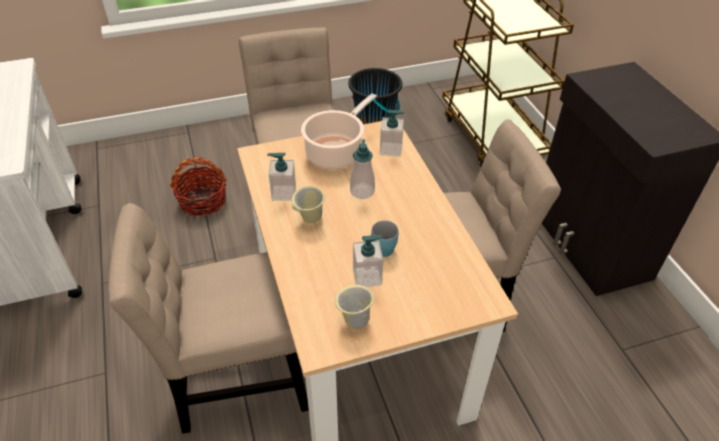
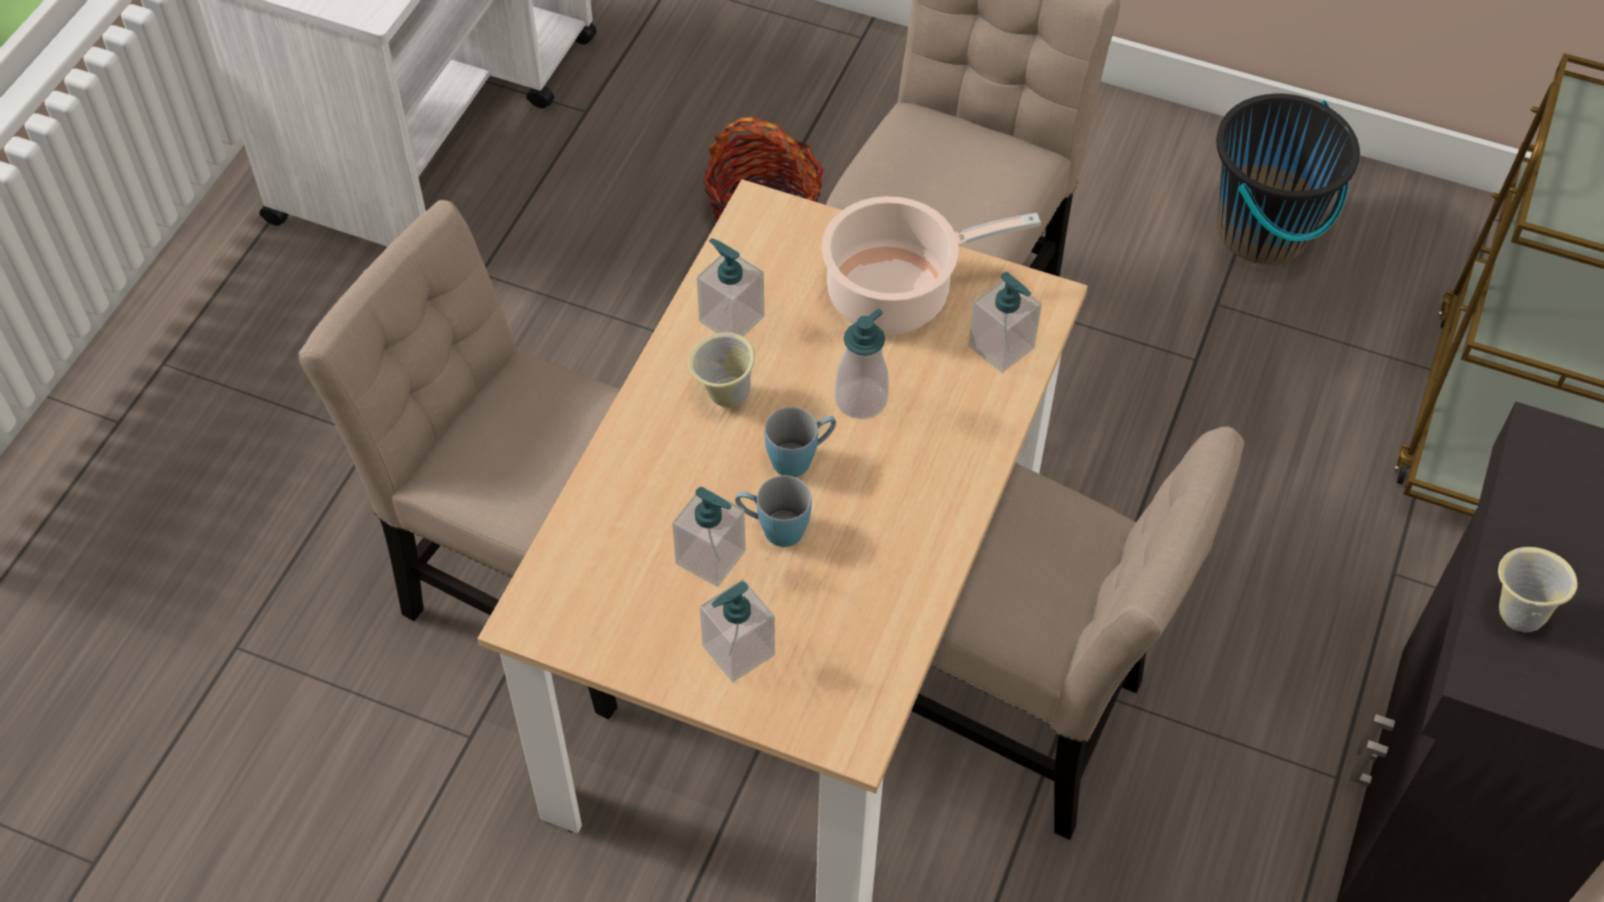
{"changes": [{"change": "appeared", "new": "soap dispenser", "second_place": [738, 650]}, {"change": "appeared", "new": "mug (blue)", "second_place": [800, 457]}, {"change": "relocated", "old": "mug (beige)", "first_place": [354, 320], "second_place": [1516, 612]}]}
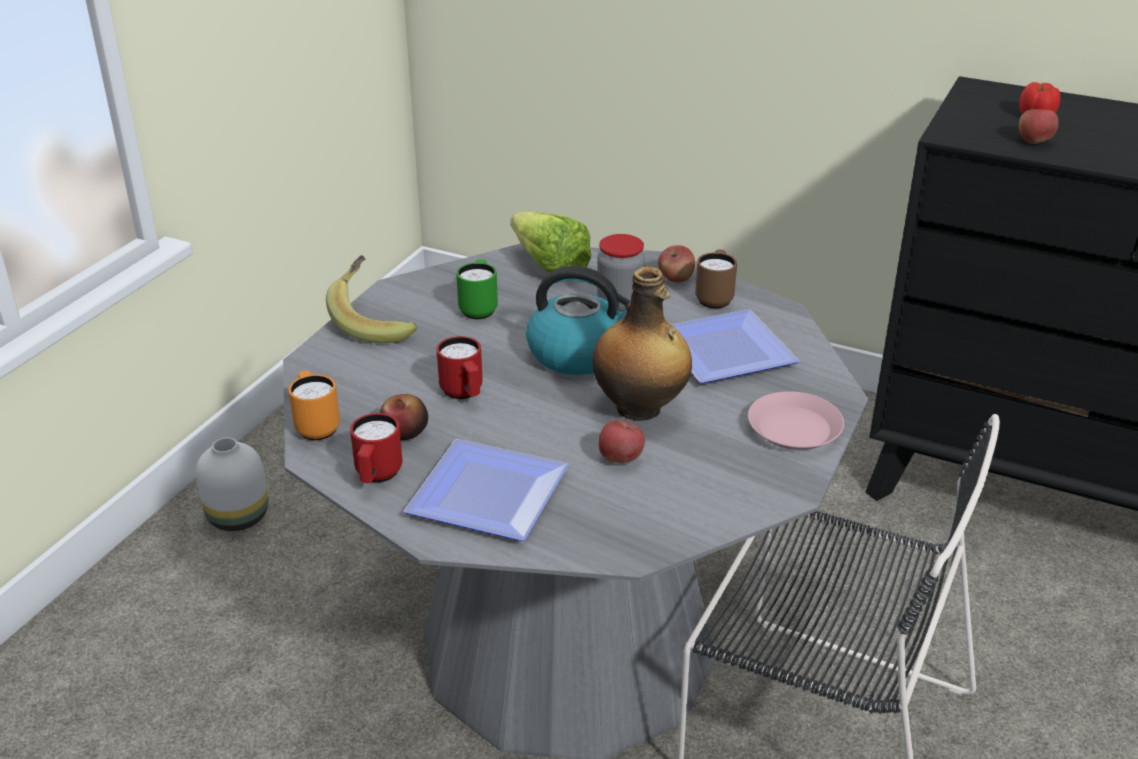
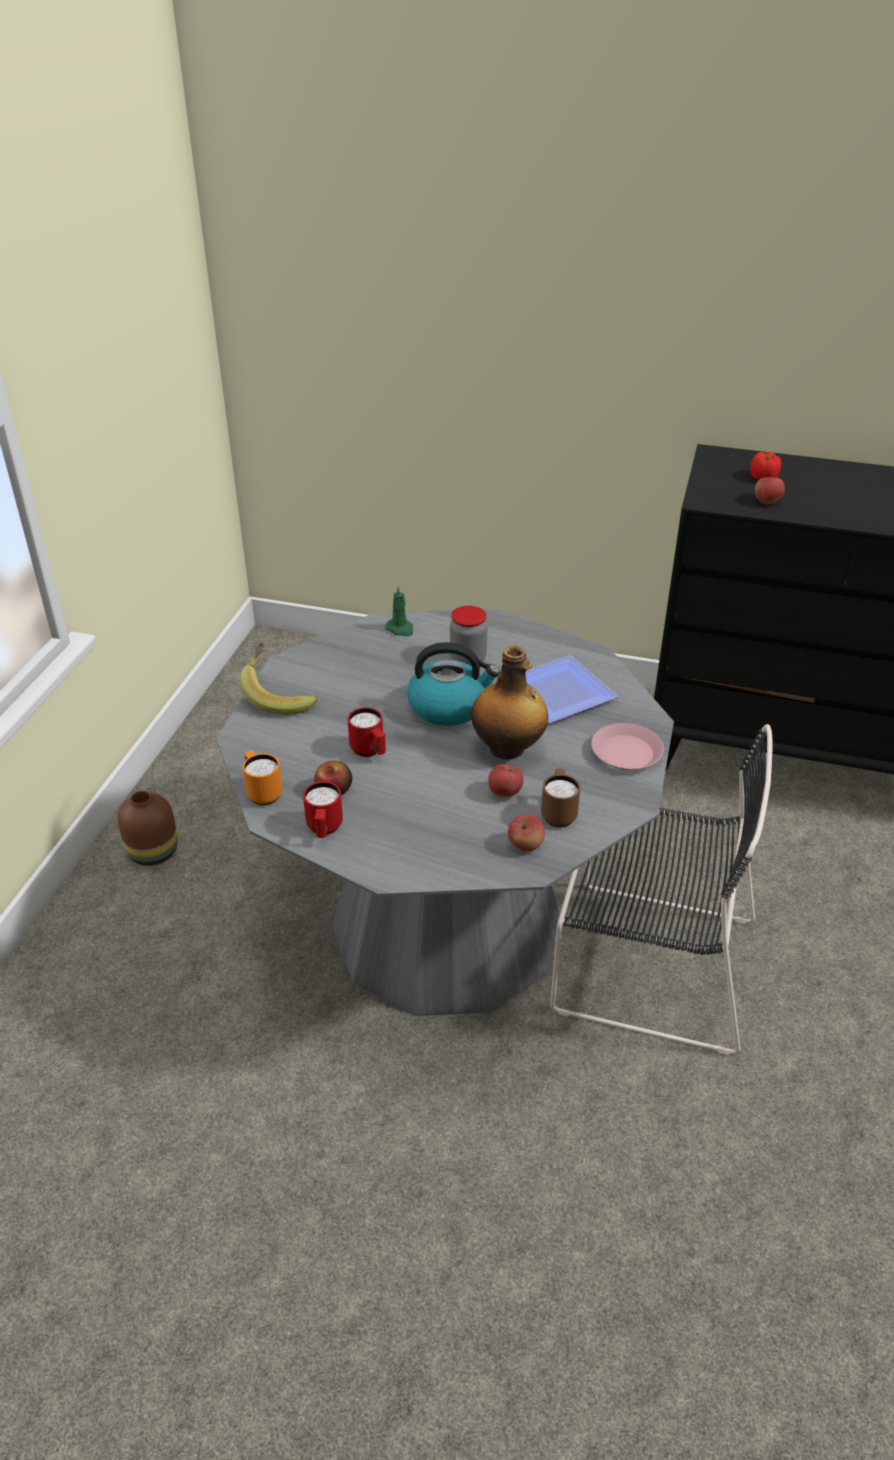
{"changes": [{"change": "missing", "old": "plate", "first_place": [494, 493]}, {"change": "missing", "old": "mug (green)", "first_place": [479, 308]}, {"change": "relocated", "old": "apple", "first_place": [676, 279], "second_place": [525, 845]}, {"change": "relocated", "old": "mug (brown)", "first_place": [715, 298], "second_place": [558, 813]}, {"change": "exchanged", "old": "lettuce", "new": "candle (green)", "first_place": [546, 263], "second_place": [400, 629]}, {"change": "colour", "old": "vase (white)", "new": "vase (brown)", "first_place": [239, 516], "second_place": [154, 851]}]}
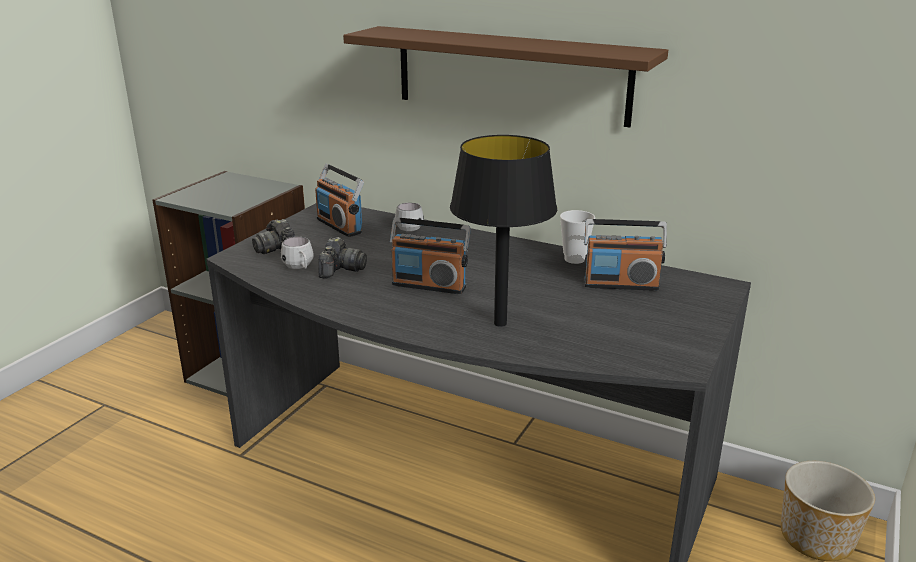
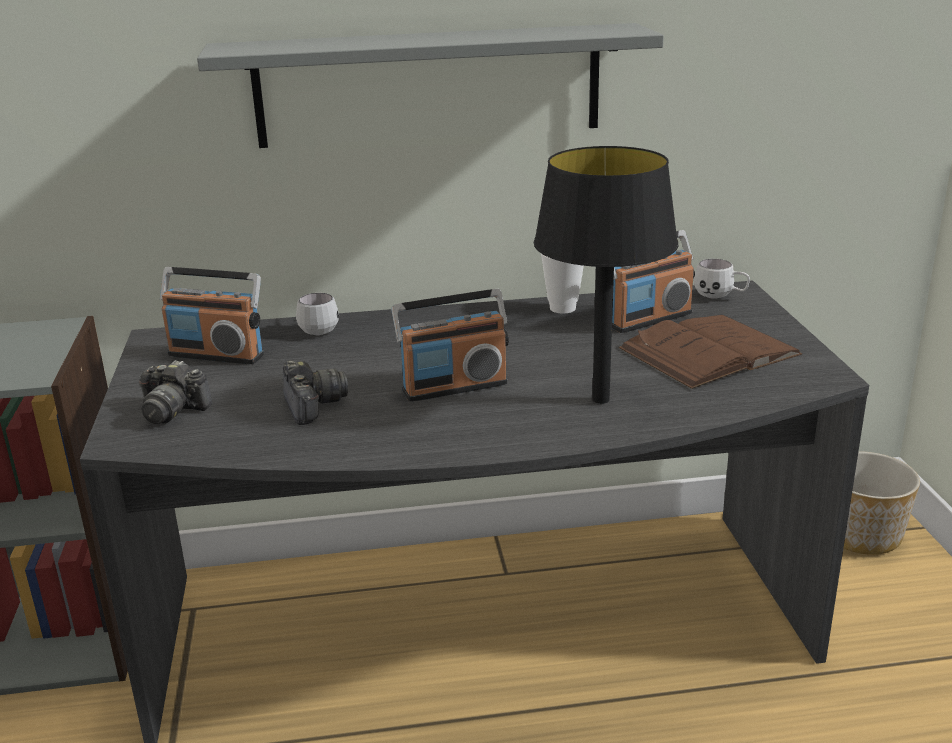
{"changes": [{"change": "appeared", "new": "book (brown)", "second_place": [709, 351]}, {"change": "relocated", "old": "mug (white)", "first_place": [300, 268], "second_place": [720, 296]}, {"change": "colour", "old": "shelf (brown)", "new": "shelf (grey)", "first_place": [510, 75], "second_place": [429, 86]}]}
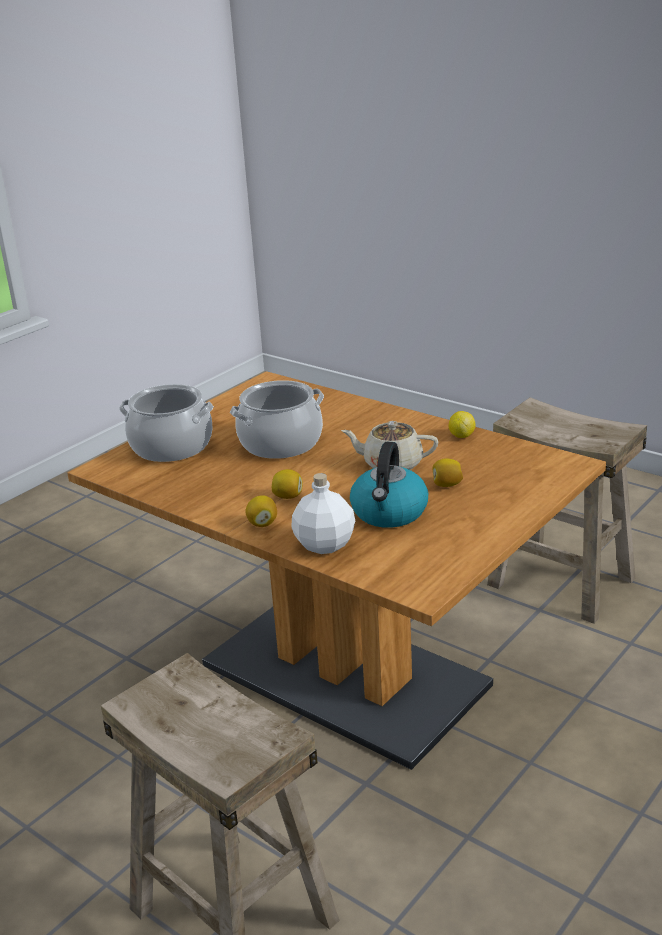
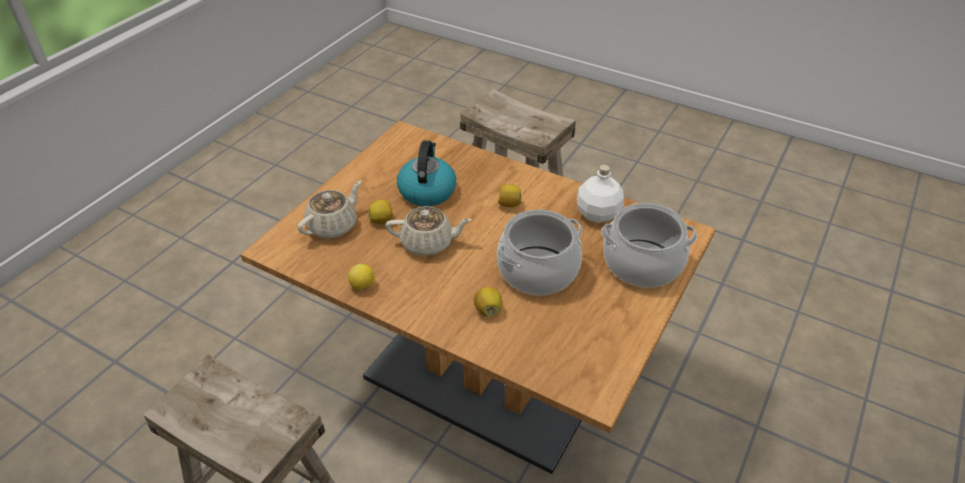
{"changes": [{"change": "appeared", "new": "teapot (beige)", "second_place": [333, 225]}, {"change": "relocated", "old": "lemon", "first_place": [262, 523], "second_place": [488, 310]}, {"change": "relocated", "old": "bottle (white)", "first_place": [323, 544], "second_place": [598, 214]}]}
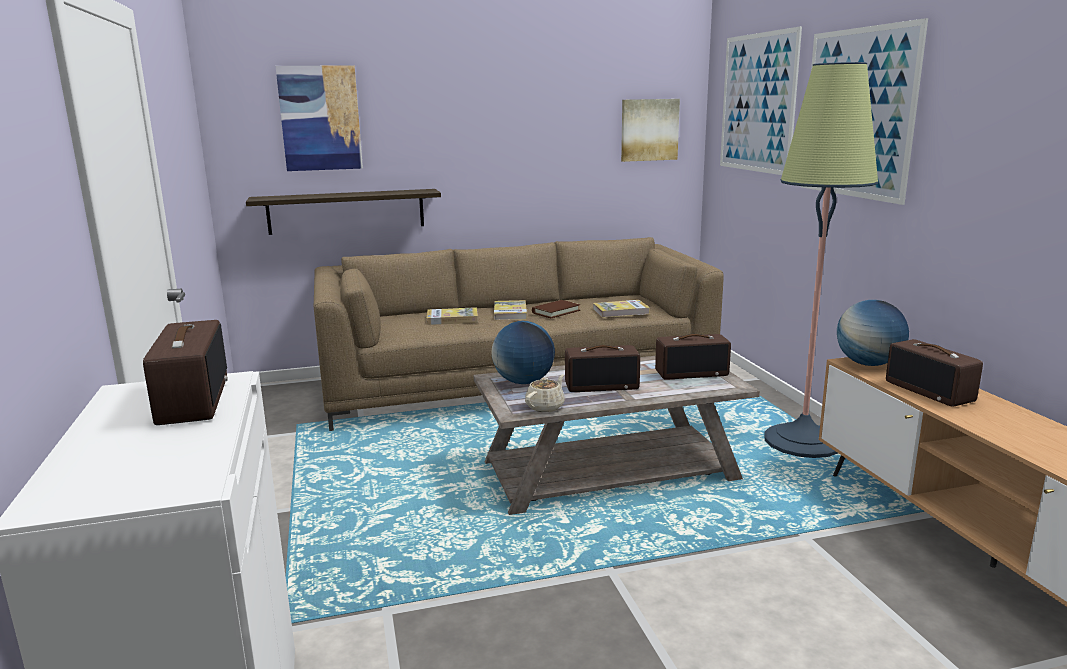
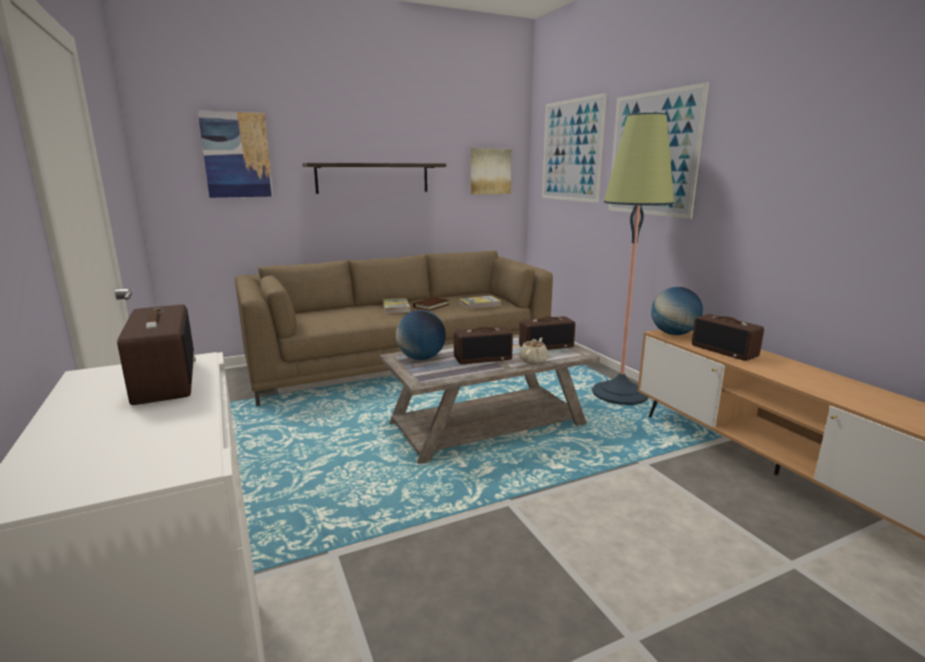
{"changes": [{"change": "missing", "old": "book", "first_place": [452, 319]}, {"change": "relocated", "old": "shelf", "first_place": [346, 211], "second_place": [373, 178]}, {"change": "relocated", "old": "teapot (beige)", "first_place": [545, 406], "second_place": [533, 361]}]}
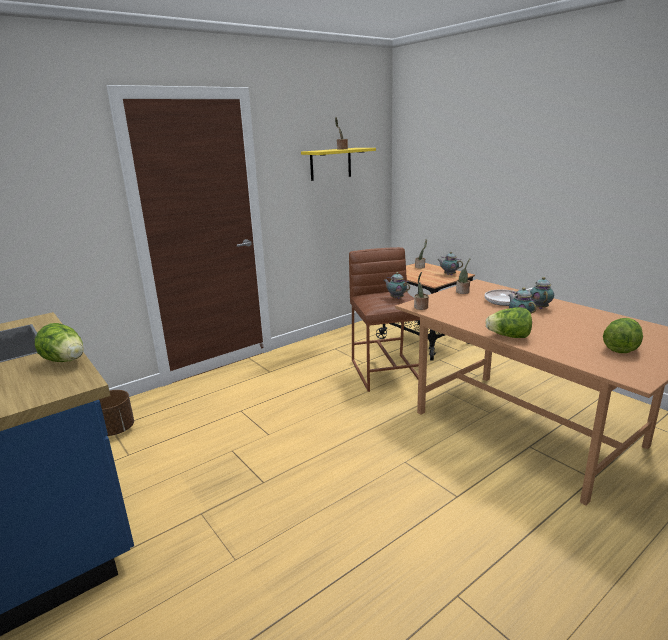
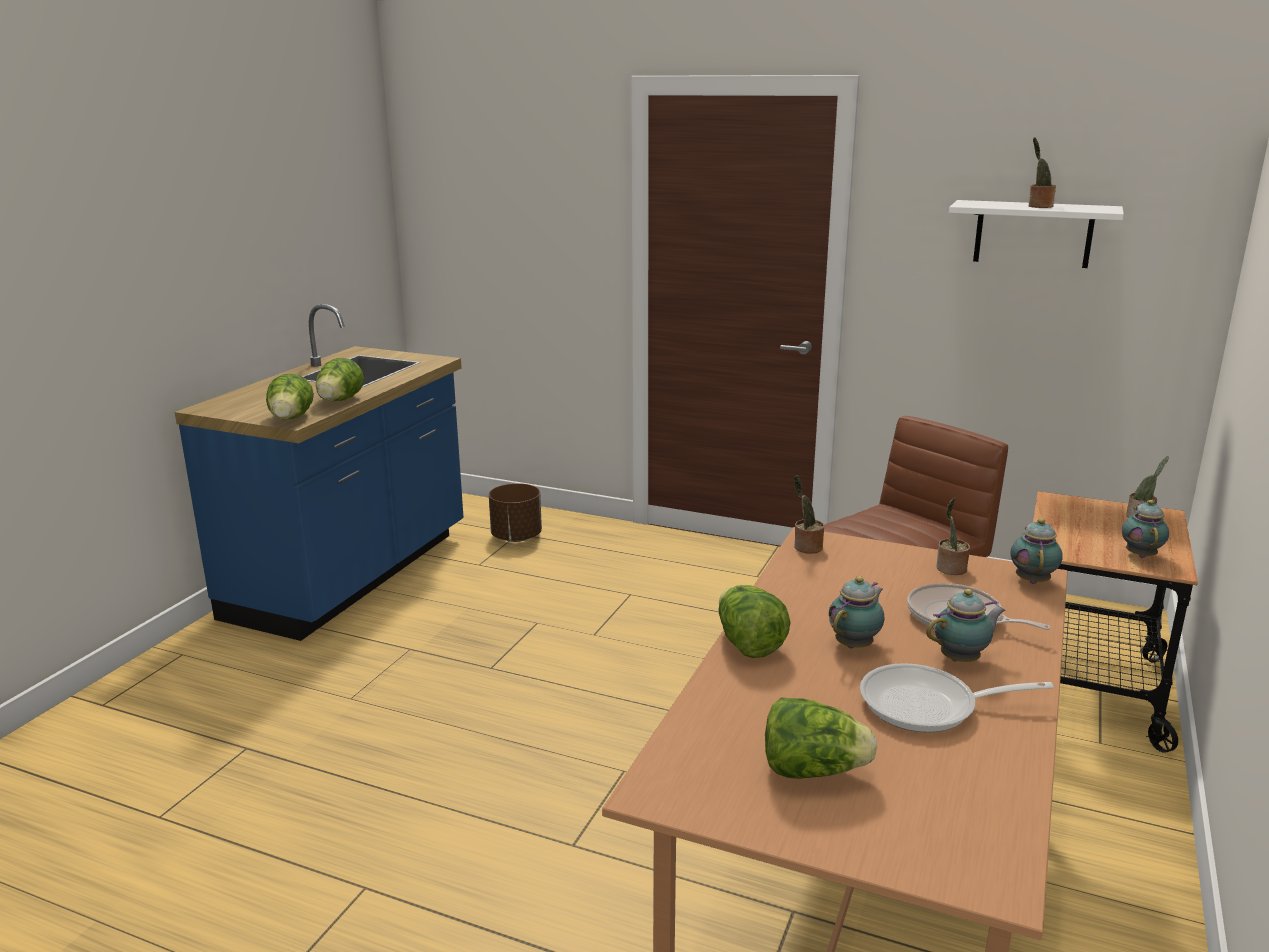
{"changes": [{"change": "appeared", "new": "lettuce", "second_place": [291, 419]}, {"change": "appeared", "new": "frying pan", "second_place": [928, 706]}, {"change": "relocated", "old": "teapot", "first_place": [396, 298], "second_place": [1032, 580]}, {"change": "colour", "old": "shelf (yellow)", "new": "shelf (white)", "first_place": [330, 164], "second_place": [1033, 234]}]}
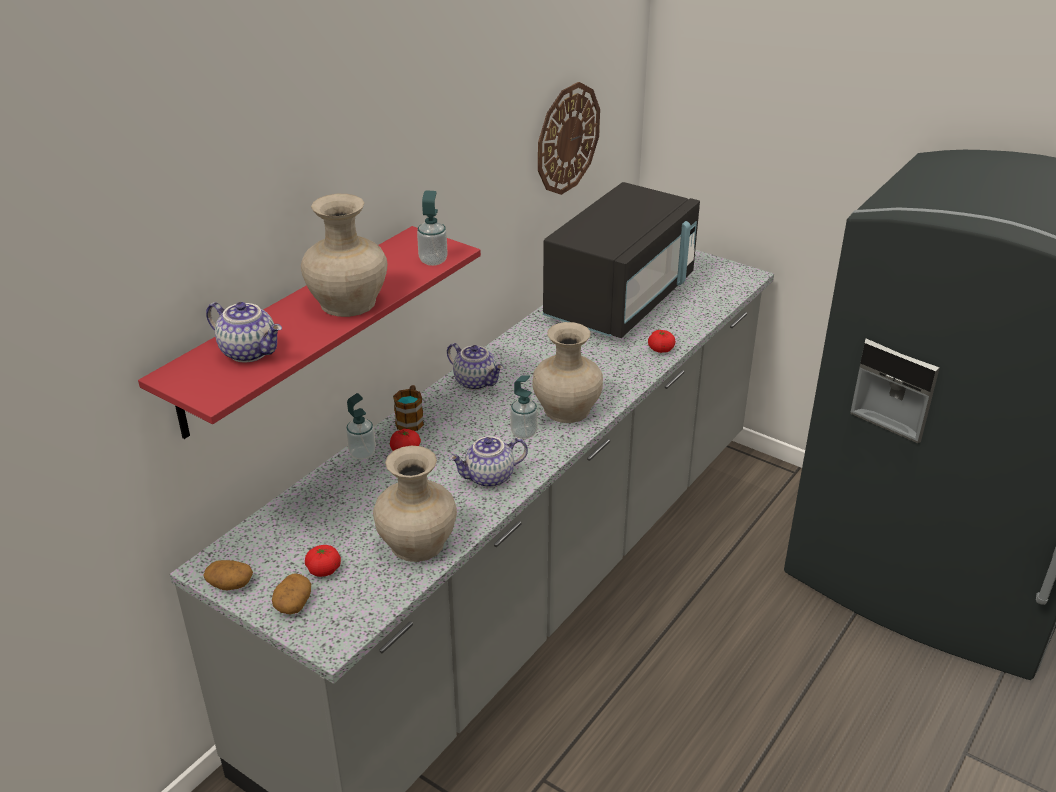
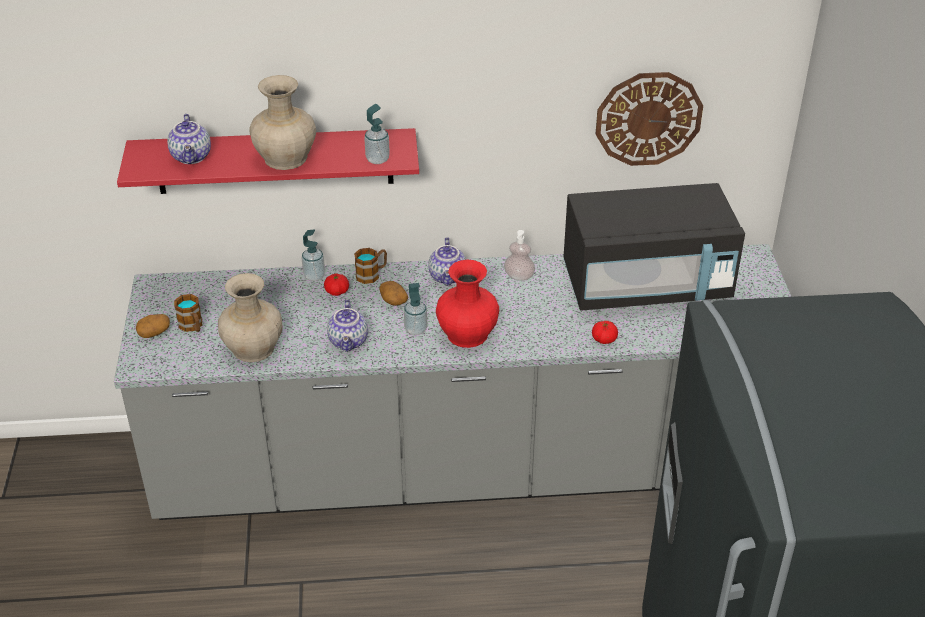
{"changes": [{"change": "appeared", "new": "soap dispenser", "second_place": [519, 276]}, {"change": "relocated", "old": "potato", "first_place": [229, 584], "second_place": [393, 300]}, {"change": "exchanged", "old": "tomato", "new": "mug", "first_place": [324, 570], "second_place": [192, 326]}, {"change": "colour", "old": "vase (beige)", "new": "vase (red)", "first_place": [566, 409], "second_place": [467, 333]}, {"change": "spun", "old": "teapot", "first_place": [489, 478], "second_place": [349, 341], "degrees": -120}]}
